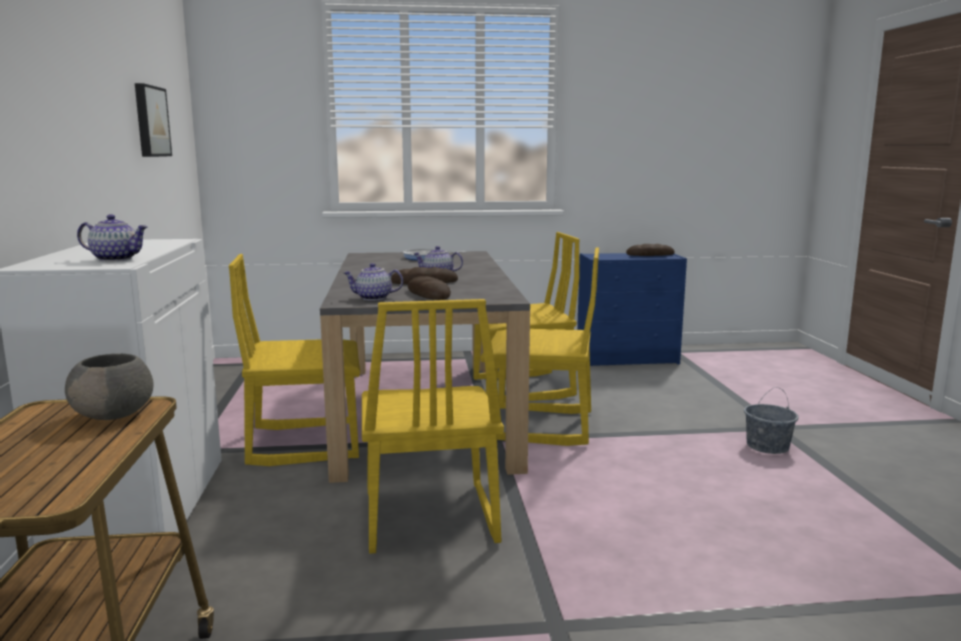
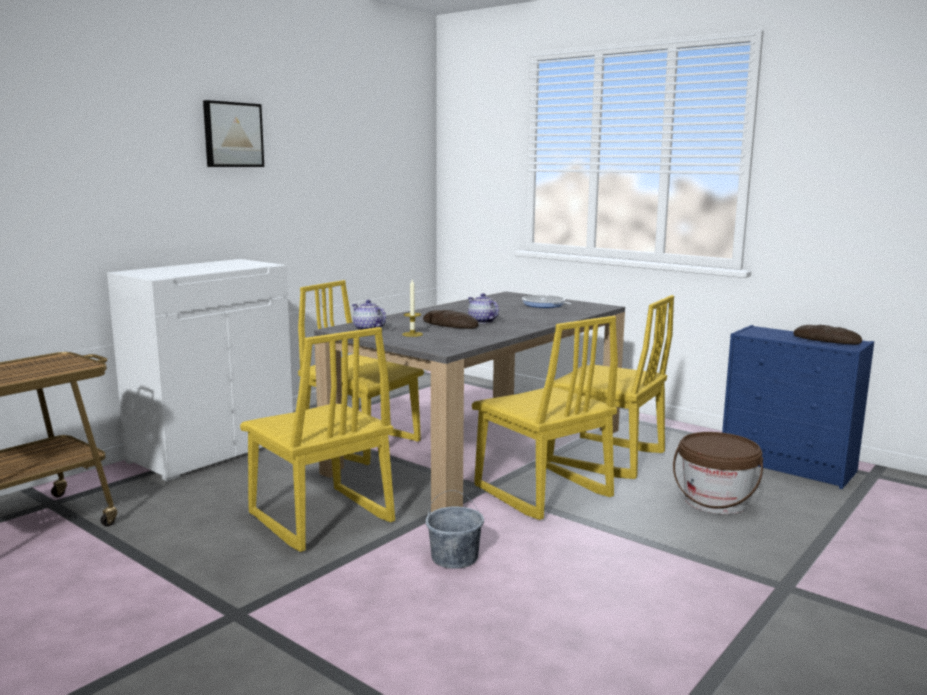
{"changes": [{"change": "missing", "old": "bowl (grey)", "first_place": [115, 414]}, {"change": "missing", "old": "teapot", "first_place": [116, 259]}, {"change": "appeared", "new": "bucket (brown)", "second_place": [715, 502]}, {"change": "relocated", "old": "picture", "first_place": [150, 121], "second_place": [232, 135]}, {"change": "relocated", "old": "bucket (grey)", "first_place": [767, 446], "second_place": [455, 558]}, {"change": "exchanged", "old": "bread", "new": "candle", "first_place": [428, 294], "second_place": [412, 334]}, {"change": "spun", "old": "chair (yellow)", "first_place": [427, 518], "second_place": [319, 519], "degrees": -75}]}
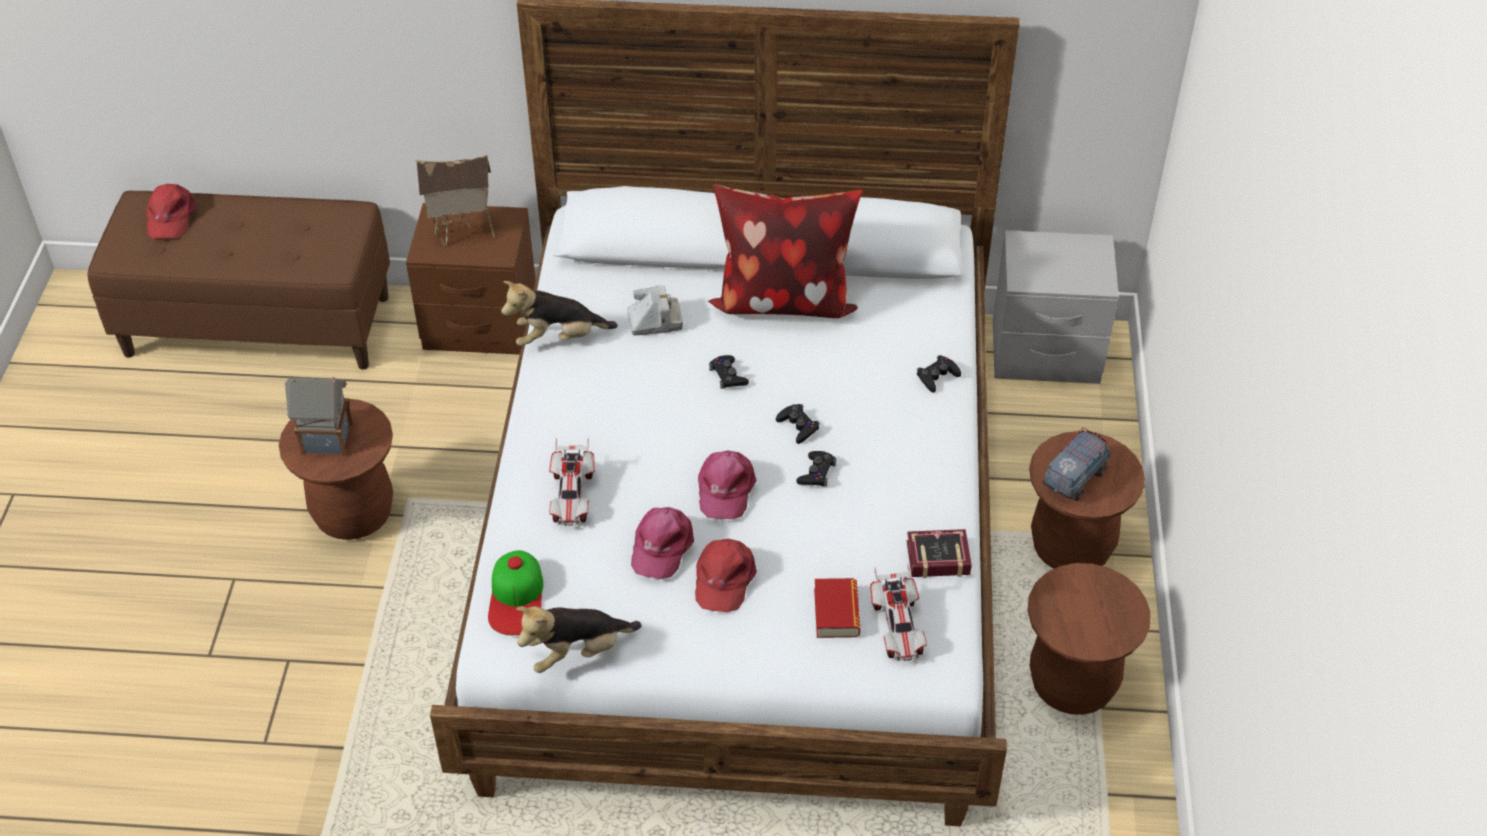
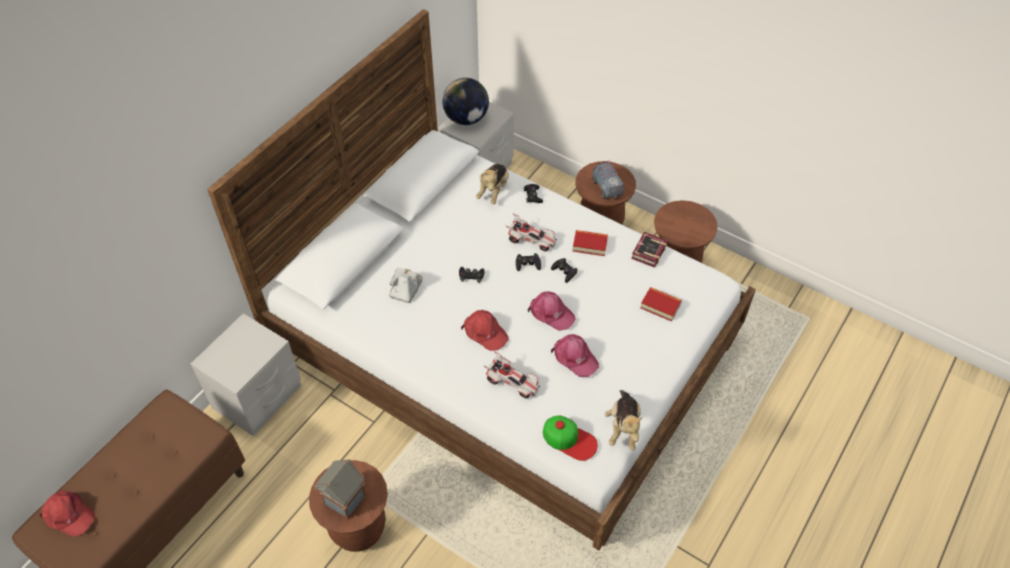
{"changes": [{"change": "missing", "old": "toy house", "first_place": [462, 235]}, {"change": "missing", "old": "pillow", "first_place": [783, 299]}, {"change": "appeared", "new": "globe", "second_place": [466, 119]}, {"change": "appeared", "new": "book", "second_place": [590, 245]}, {"change": "relocated", "old": "plush toy", "first_place": [558, 338], "second_place": [493, 190]}, {"change": "relocated", "old": "cap (red)", "first_place": [723, 578], "second_place": [484, 332]}, {"change": "relocated", "old": "toy car", "first_place": [898, 627], "second_place": [531, 240]}, {"change": "colour", "old": "nightstand (brown)", "new": "nightstand (grey)", "first_place": [480, 324], "second_place": [257, 397]}]}
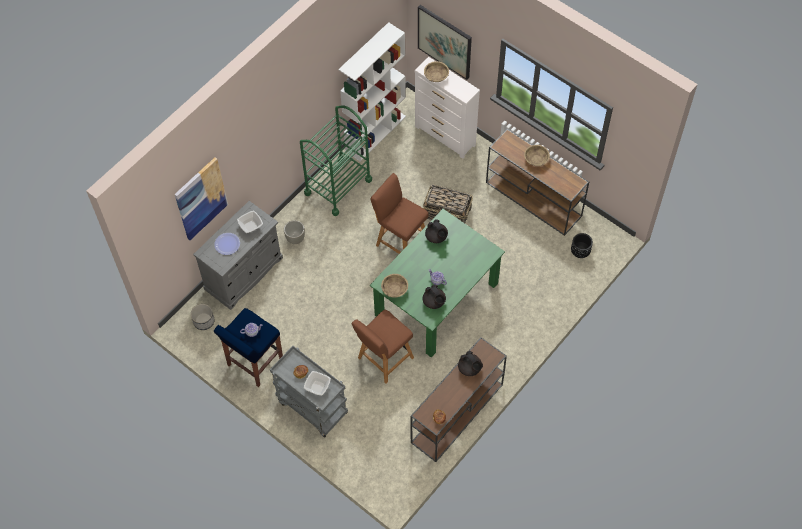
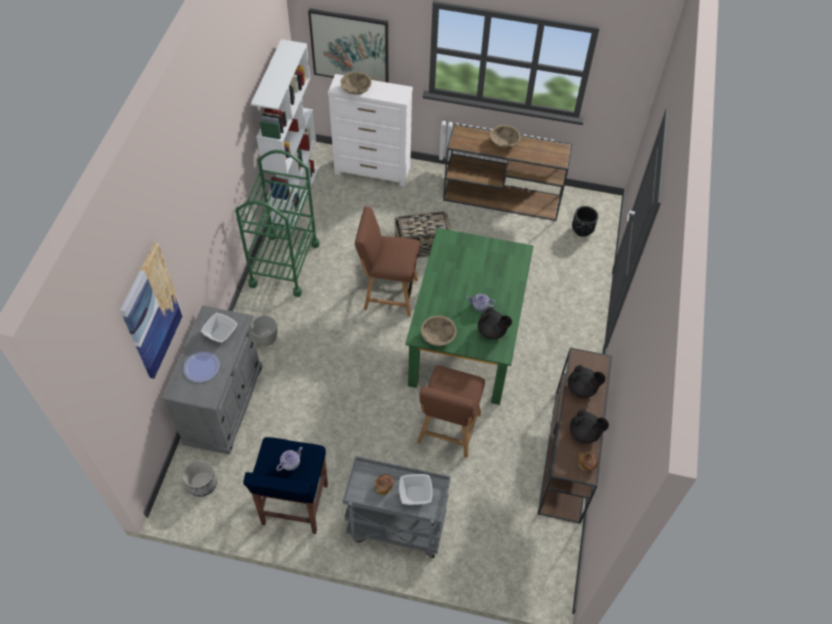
{"changes": [{"change": "relocated", "old": "teapot (black)", "first_place": [436, 237], "second_place": [585, 433]}]}
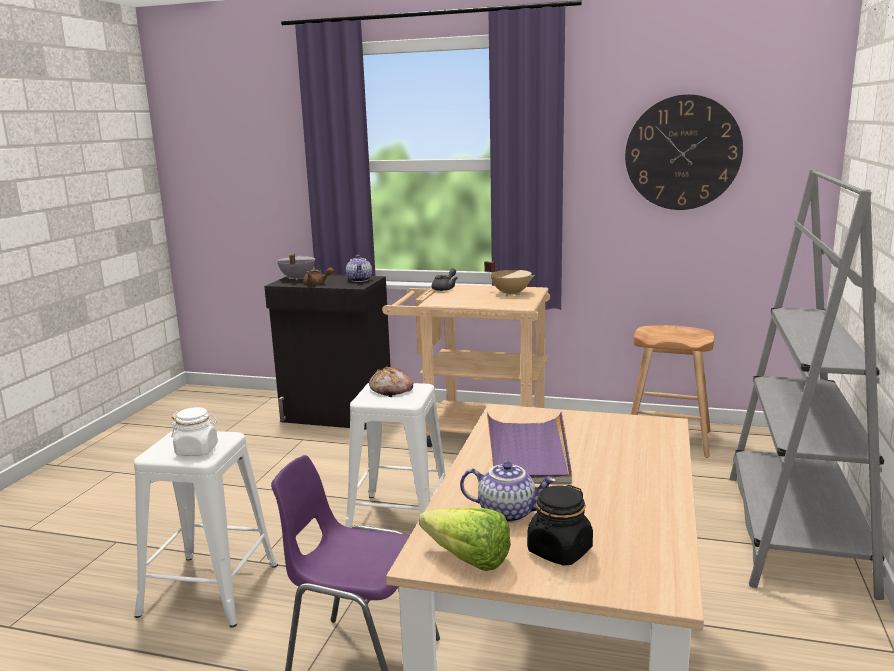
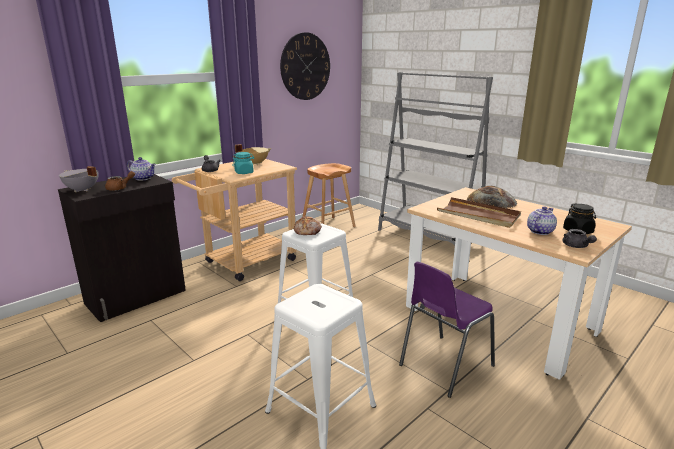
{"changes": [{"change": "missing", "old": "jar (white)", "first_place": [197, 450]}, {"change": "appeared", "new": "jar (turquoise)", "second_place": [244, 172]}, {"change": "appeared", "new": "bread", "second_place": [491, 201]}, {"change": "exchanged", "old": "lettuce", "new": "teapot (grey)", "first_place": [462, 556], "second_place": [576, 246]}, {"change": "colour", "old": "tray (purple)", "new": "tray (brown)", "first_place": [528, 453], "second_place": [478, 215]}]}
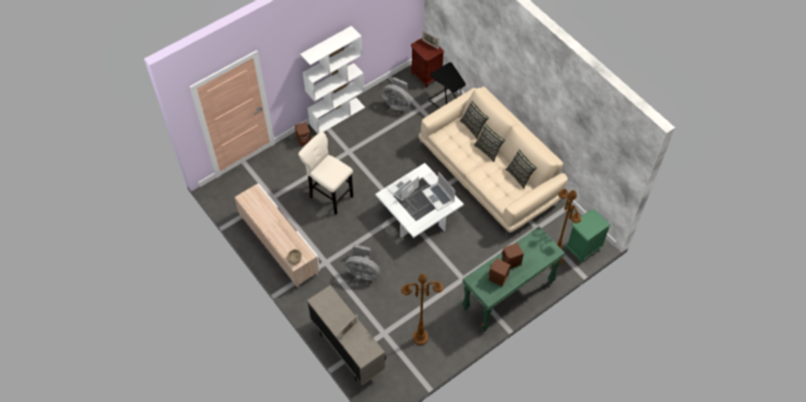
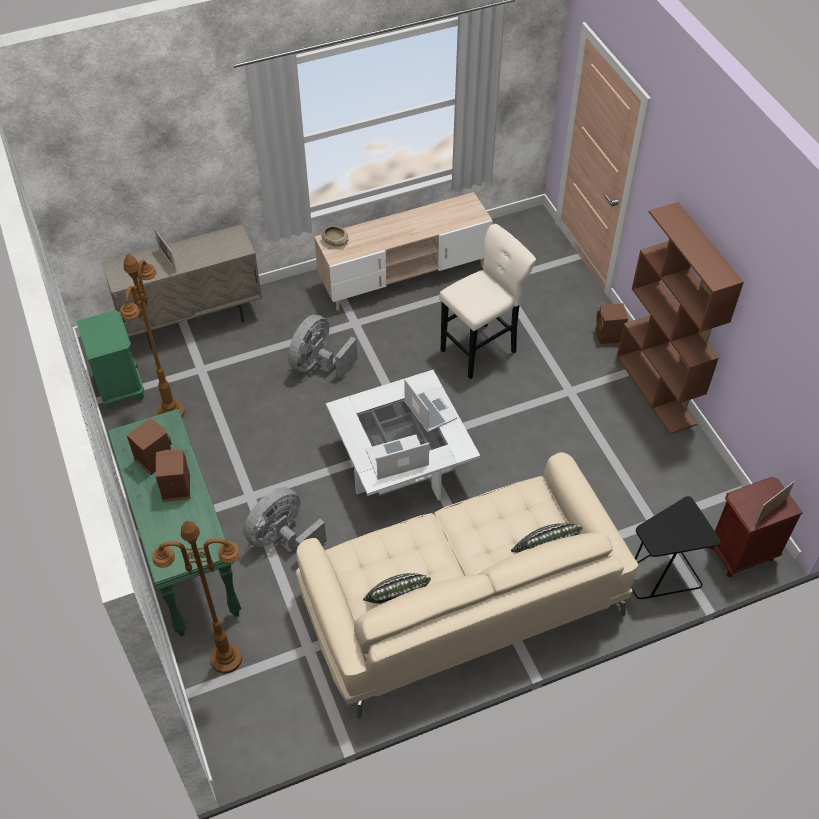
{"changes": [{"change": "missing", "old": "pillow", "first_place": [488, 149]}, {"change": "relocated", "old": "fan (grey)", "first_place": [397, 104], "second_place": [283, 538]}, {"change": "relocated", "old": "nightstand (green)", "first_place": [582, 249], "second_place": [120, 387]}, {"change": "colour", "old": "bookcase (white)", "new": "bookcase (brown)", "first_place": [337, 115], "second_place": [656, 390]}]}
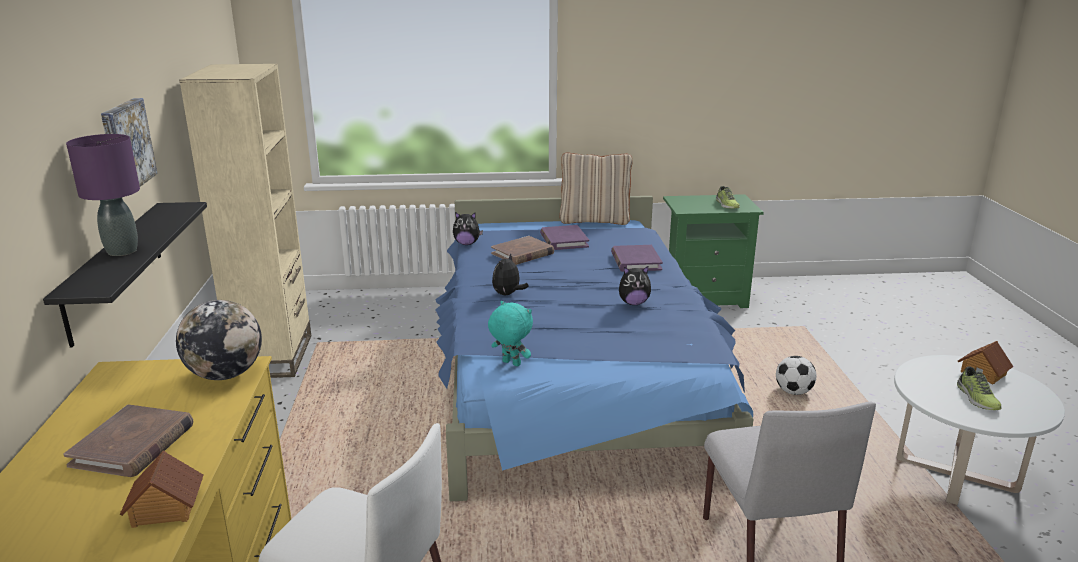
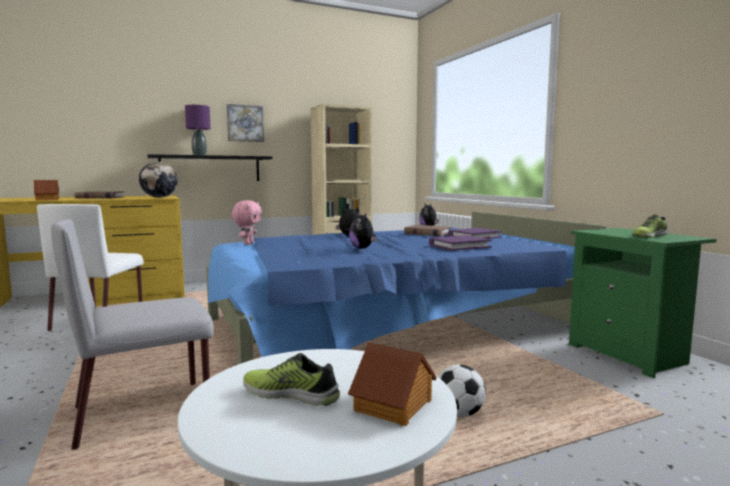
{"changes": [{"change": "missing", "old": "pillow (beige)", "first_place": [594, 220]}, {"change": "colour", "old": "plush toy (turquoise)", "new": "plush toy (pink)", "first_place": [510, 363], "second_place": [248, 244]}, {"change": "spun", "old": "shoe", "first_place": [976, 398], "second_place": [291, 394], "degrees": 45}]}
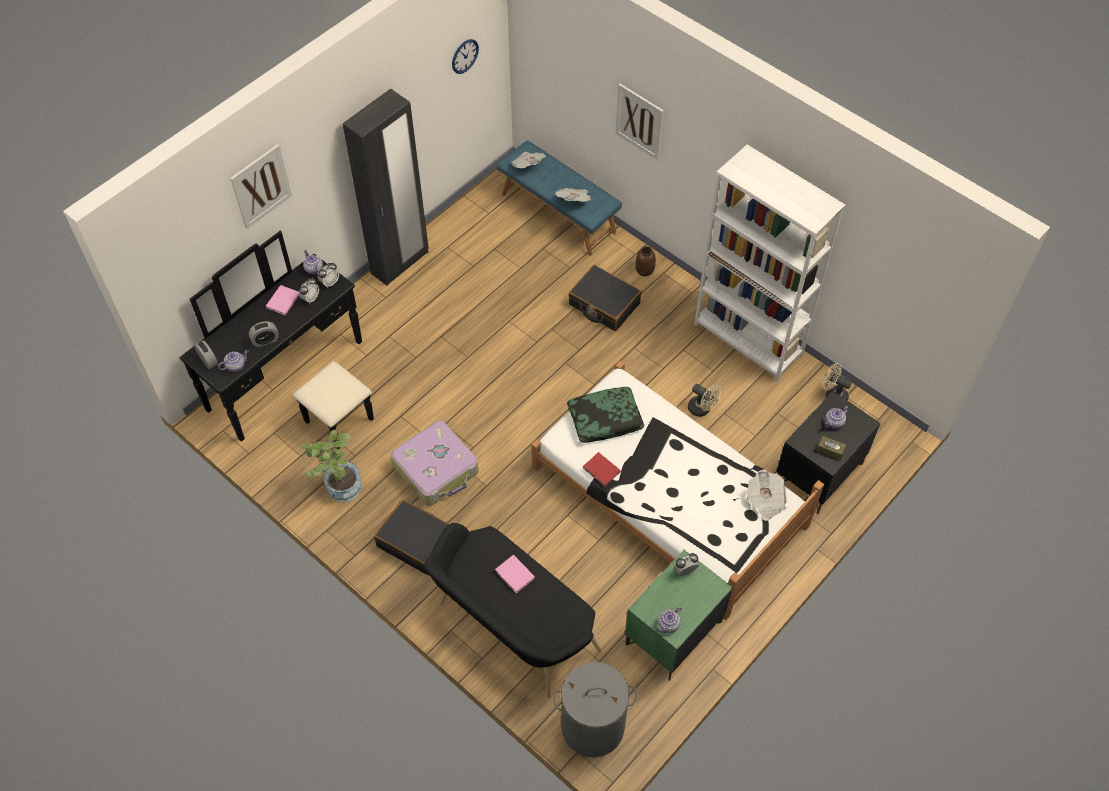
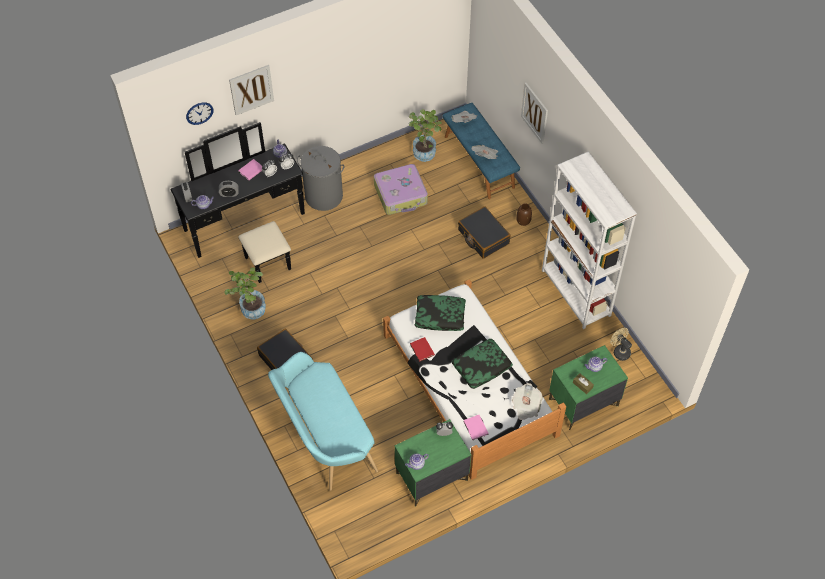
{"changes": [{"change": "missing", "old": "wardrobe (black)", "first_place": [400, 263]}, {"change": "missing", "old": "fan (beige)", "first_place": [702, 409]}, {"change": "appeared", "new": "potted plant", "second_place": [425, 150]}, {"change": "appeared", "new": "pillow", "second_place": [481, 367]}, {"change": "relocated", "old": "suitcase", "first_place": [436, 469], "second_place": [401, 194]}, {"change": "relocated", "old": "wall clock", "first_place": [464, 56], "second_place": [199, 113]}, {"change": "relocated", "old": "book (pink)", "first_place": [515, 575], "second_place": [475, 428]}, {"change": "relocated", "old": "laundry basket (grey)", "first_place": [592, 727], "second_place": [323, 196]}, {"change": "colour", "old": "bench (black)", "new": "bench (turquoise)", "first_place": [512, 630], "second_place": [324, 438]}, {"change": "colour", "old": "nightstand (black)", "new": "nightstand (green)", "first_place": [818, 474], "second_place": [583, 402]}]}
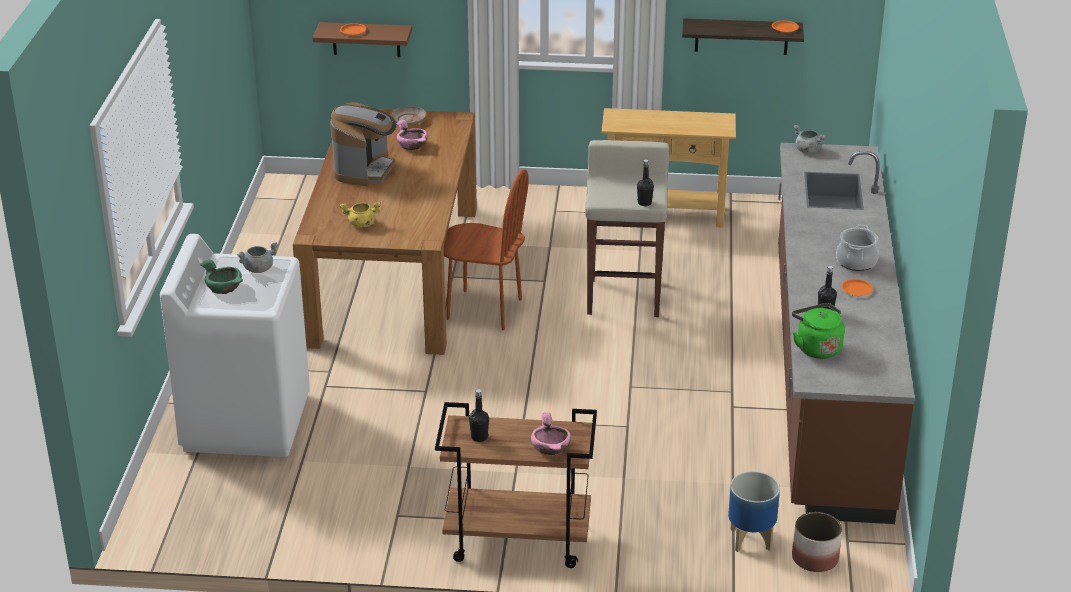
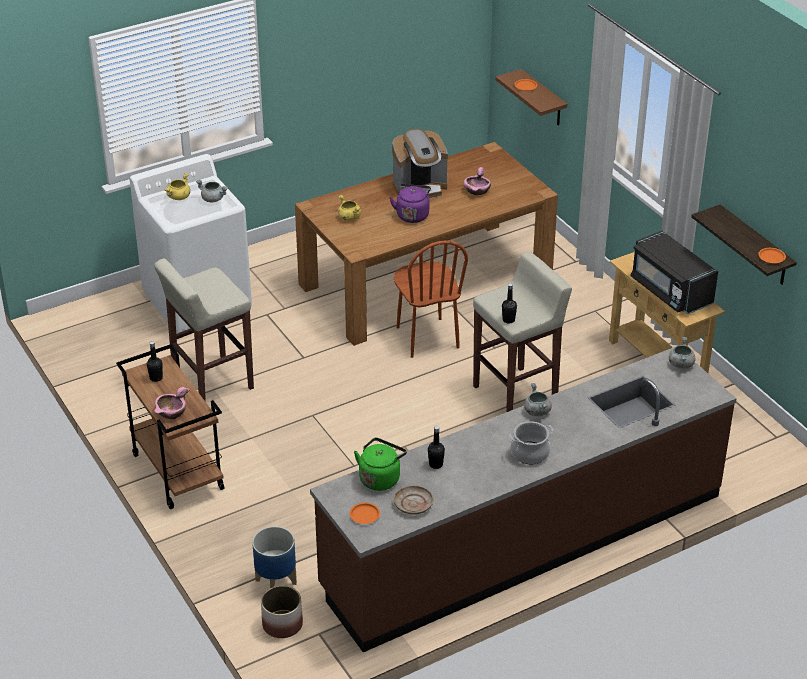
{"changes": [{"change": "appeared", "new": "stool (beige)", "second_place": [211, 382]}, {"change": "appeared", "new": "kettle (purple)", "second_place": [412, 215]}, {"change": "appeared", "new": "cooking pot (grey)", "second_place": [536, 411]}, {"change": "appeared", "new": "microwave (black)", "second_place": [670, 291]}, {"change": "relocated", "old": "plate (beige)", "first_place": [409, 120], "second_place": [413, 504]}, {"change": "relocated", "old": "plate (orange)", "first_place": [856, 290], "second_place": [364, 515]}, {"change": "exchanged", "old": "bowl (green)", "new": "cooking pot (yellow)", "first_place": [224, 287], "second_place": [178, 197]}]}
